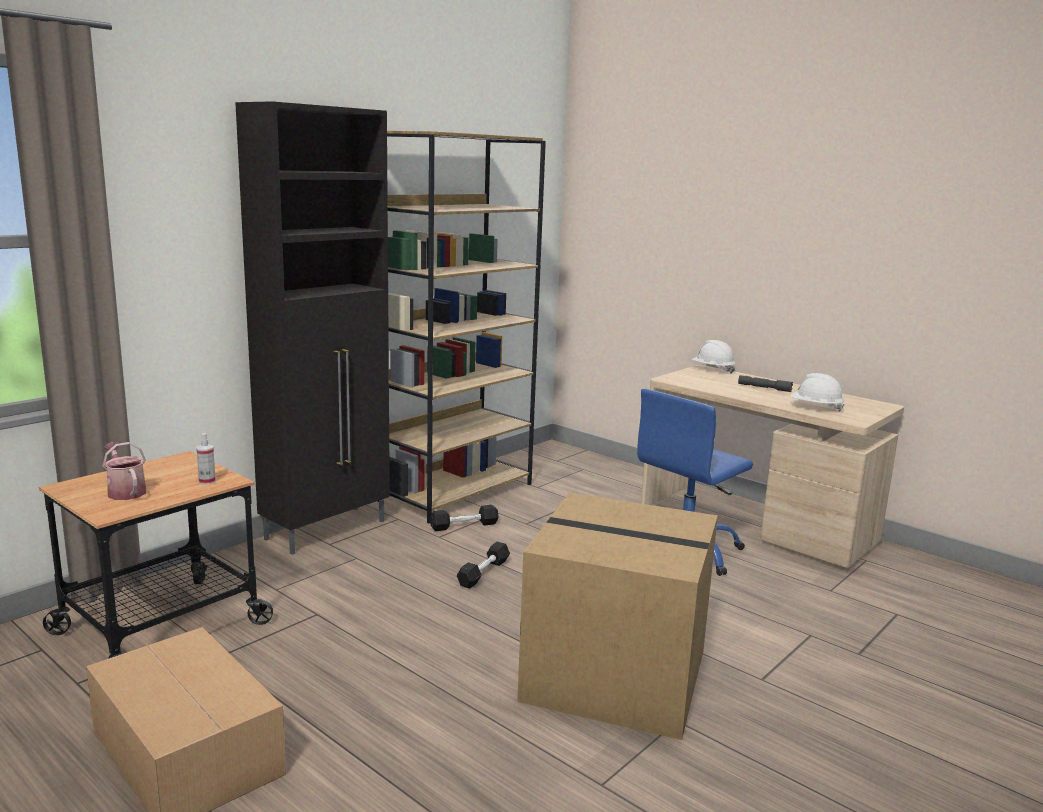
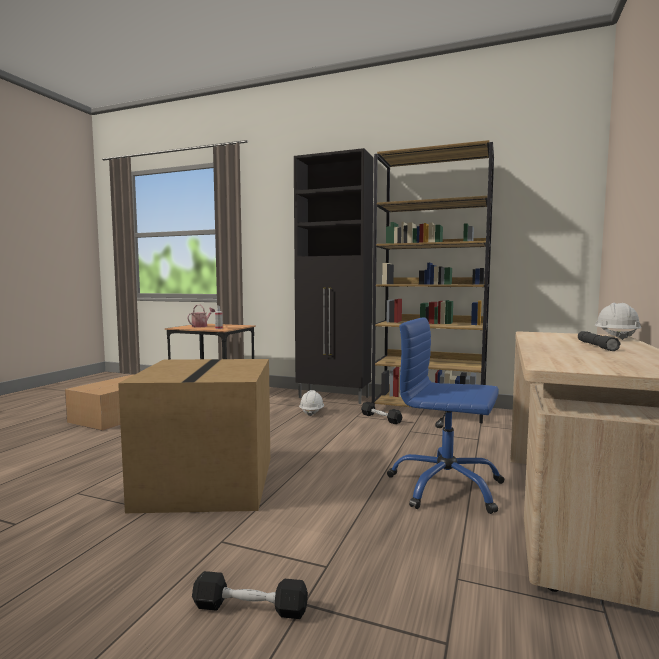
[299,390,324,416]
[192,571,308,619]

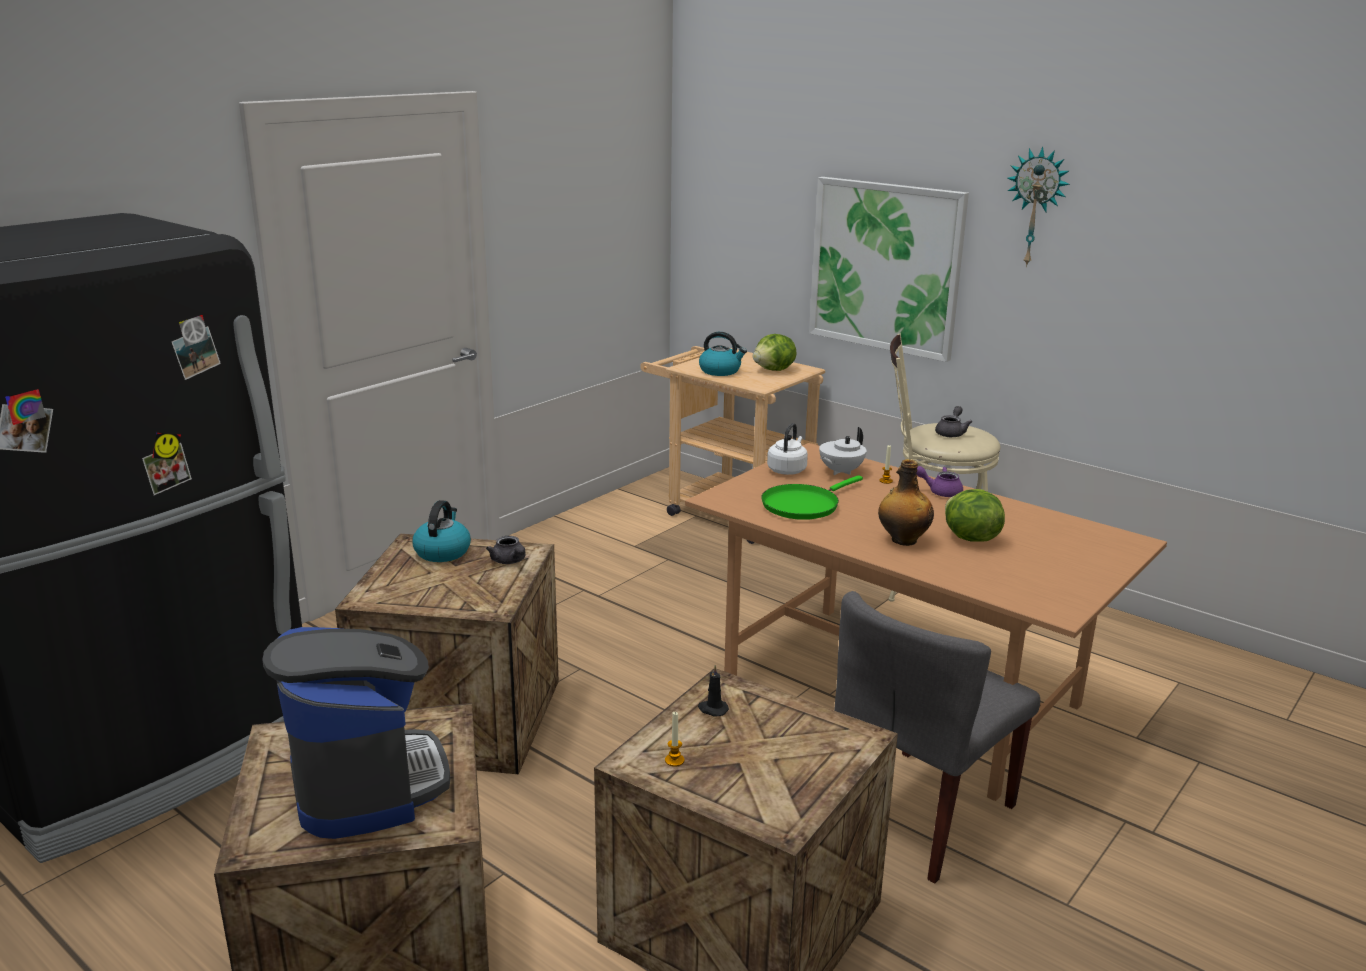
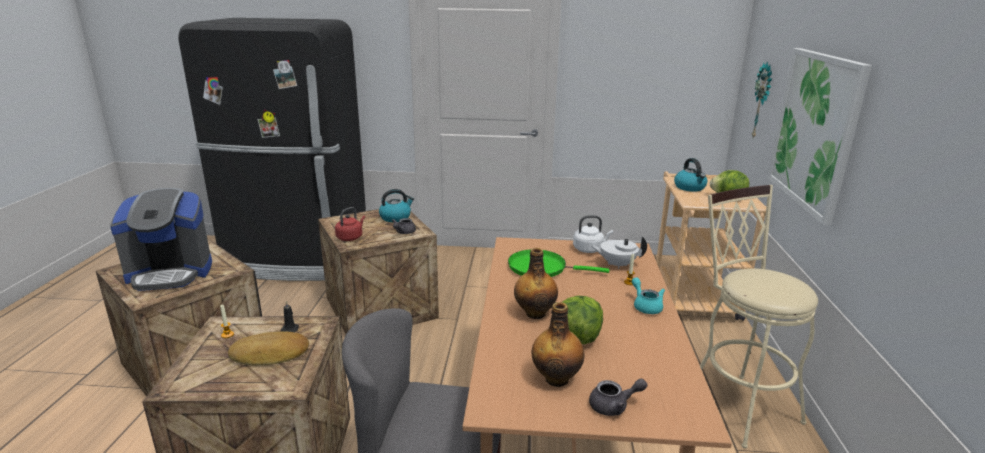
[751,62,772,138]
[589,379,647,416]
[632,277,665,314]
[110,188,212,291]
[335,207,365,241]
[532,302,585,387]
[228,332,309,365]

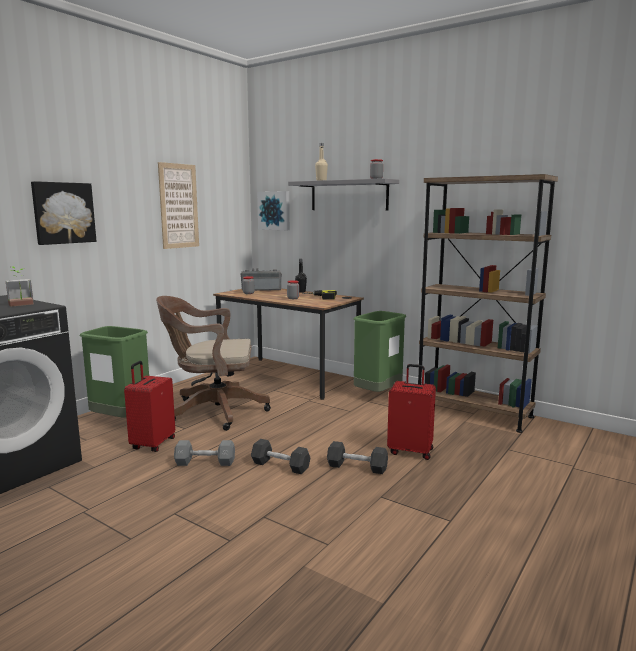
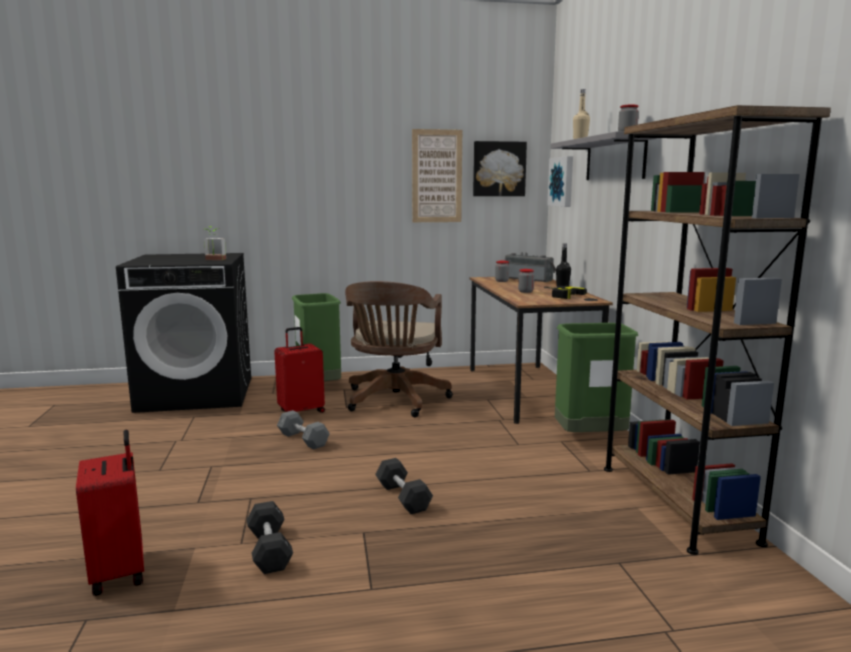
[473,141,527,196]
[345,281,453,417]
[76,430,144,596]
[247,501,293,574]

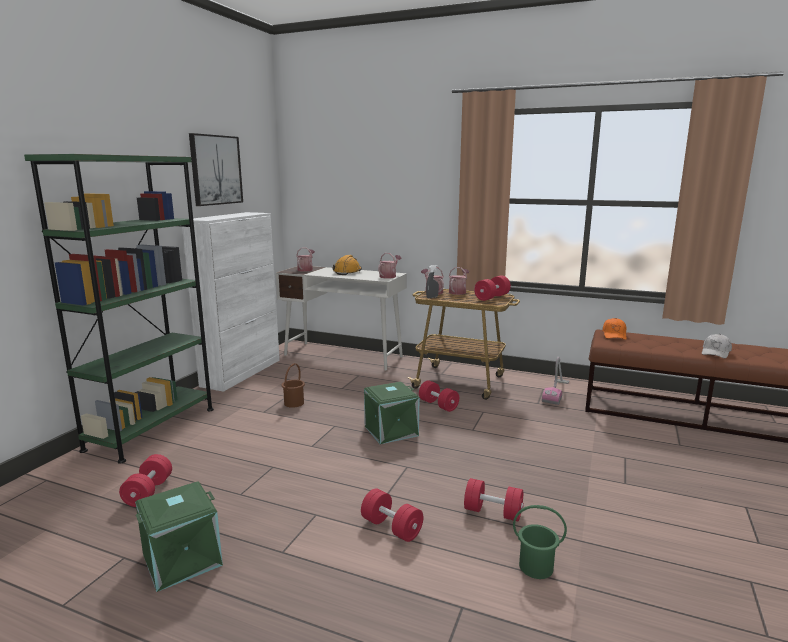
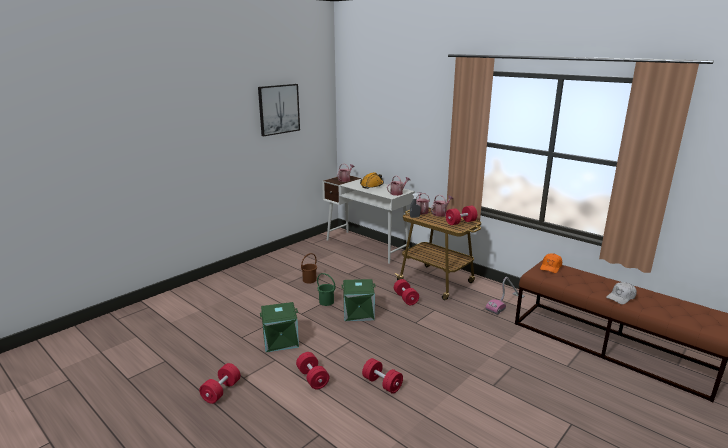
[24,154,214,464] (first image)
[182,212,280,392] (first image)
[199,363,241,404]
[260,302,299,352]
[317,273,336,306]

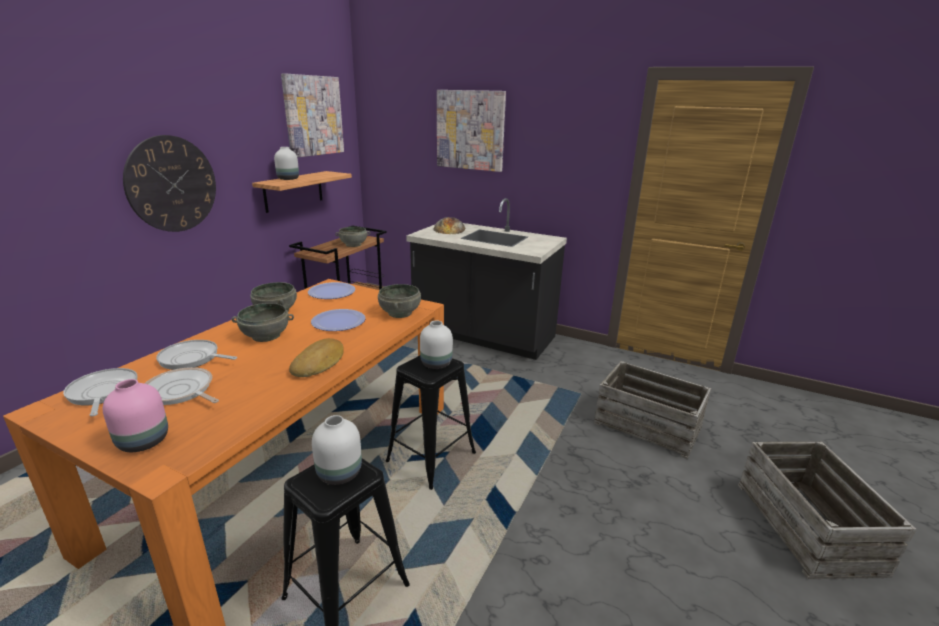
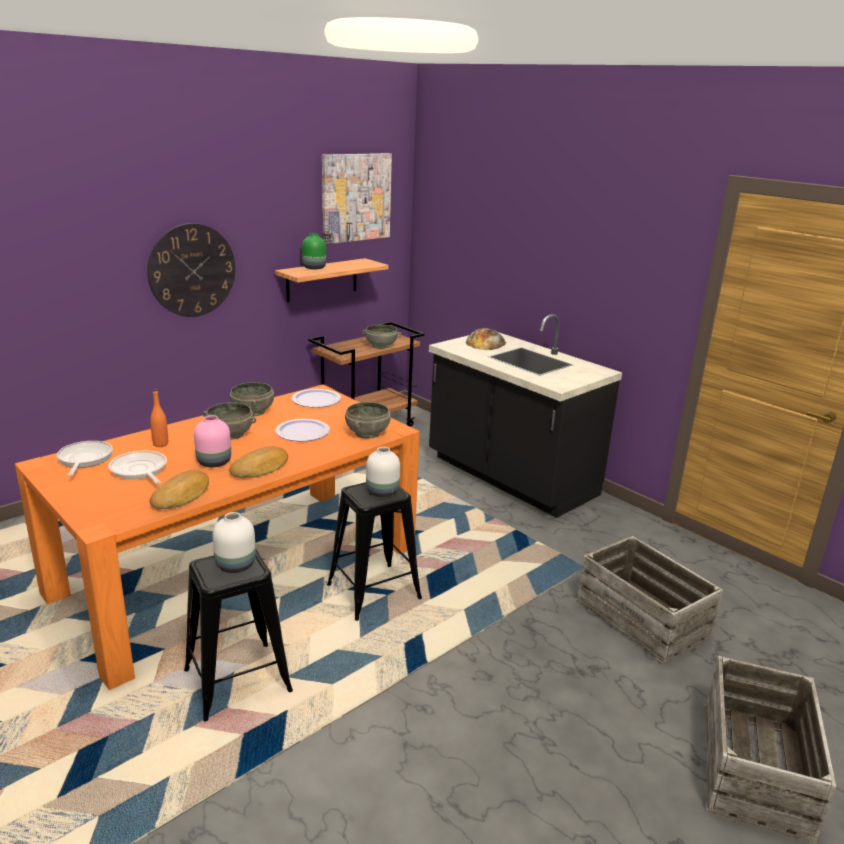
[437,90,506,172] (first image)
[302,233,326,269]
[150,389,168,447]
[194,415,231,467]
[150,470,209,509]

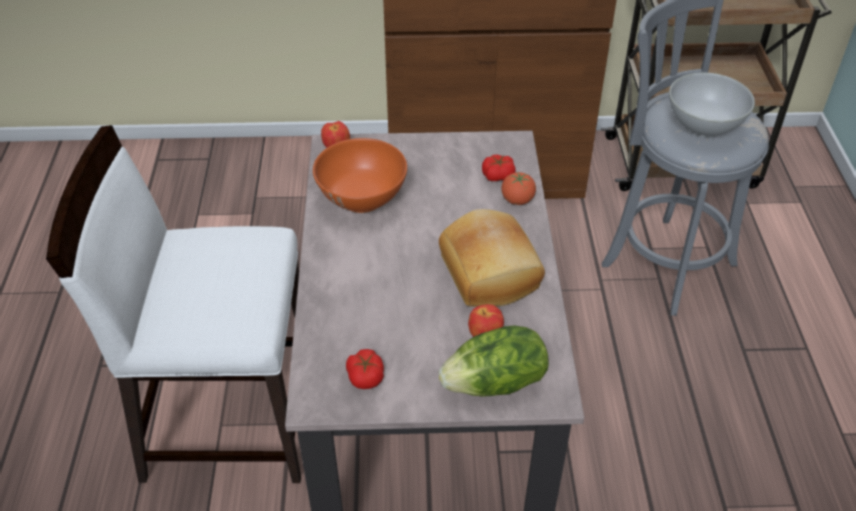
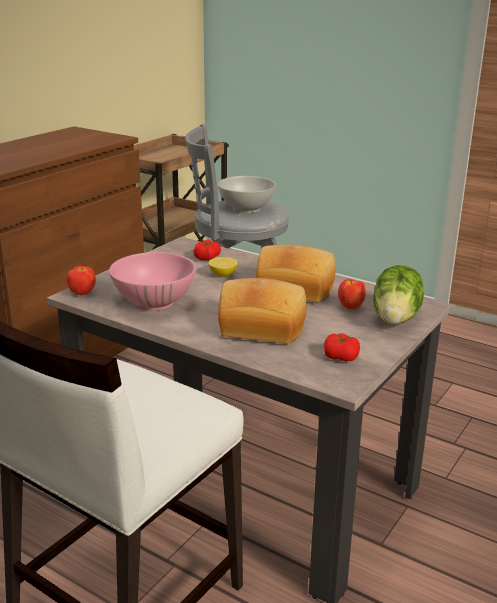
[109,252,196,311]
[501,172,536,205] (first image)
[208,257,238,277]
[218,278,306,344]

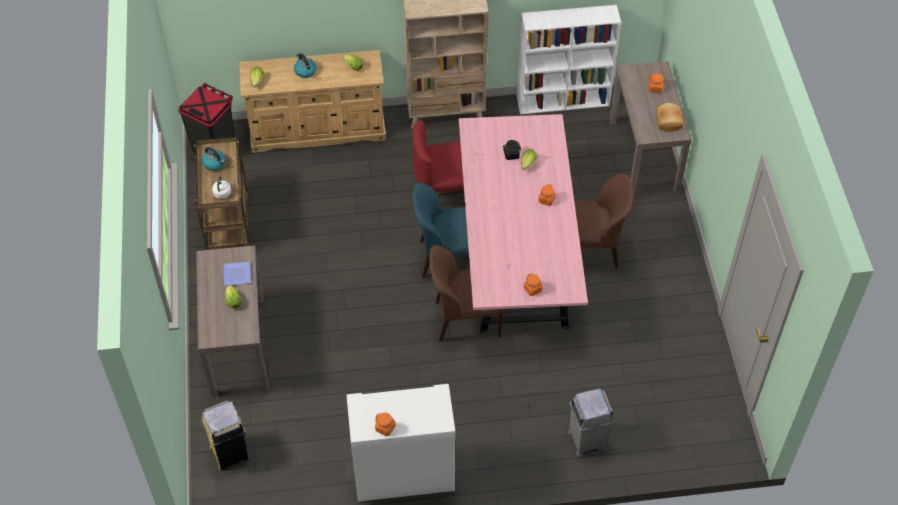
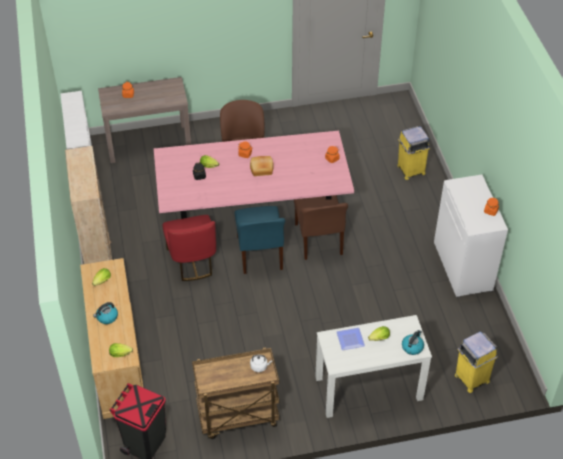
[250,156,274,176]
[402,330,424,355]
[315,315,432,418]
[397,126,430,180]

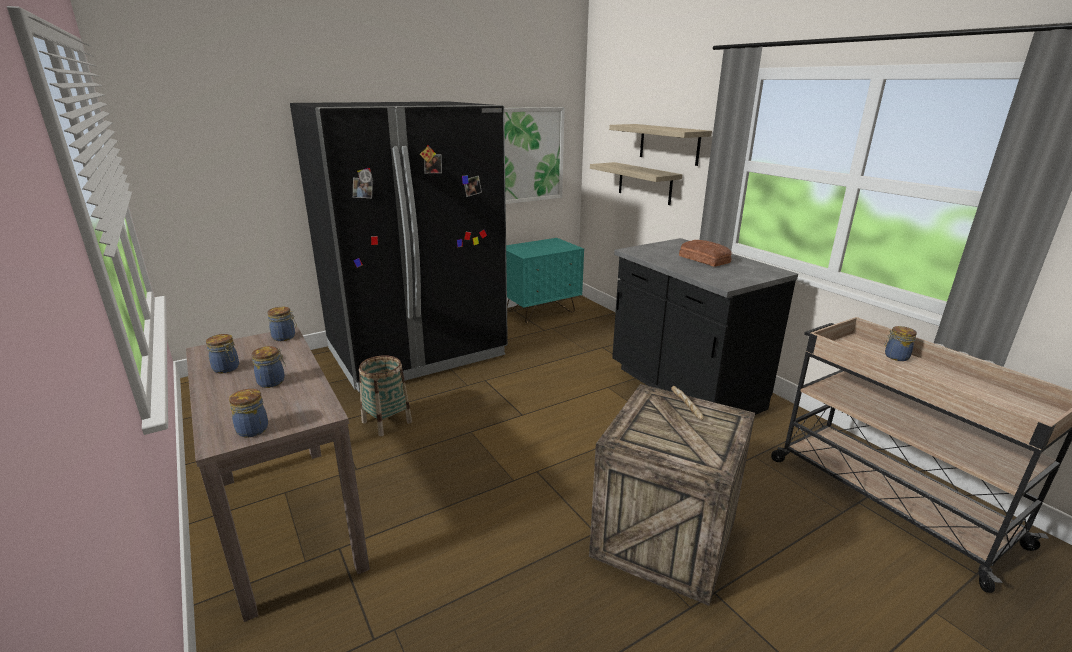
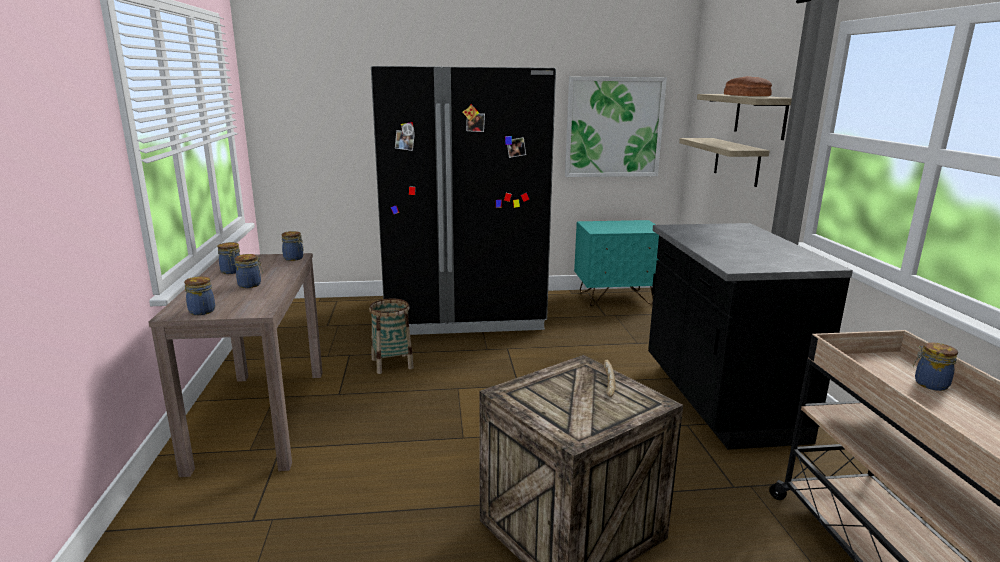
[724,76,772,96]

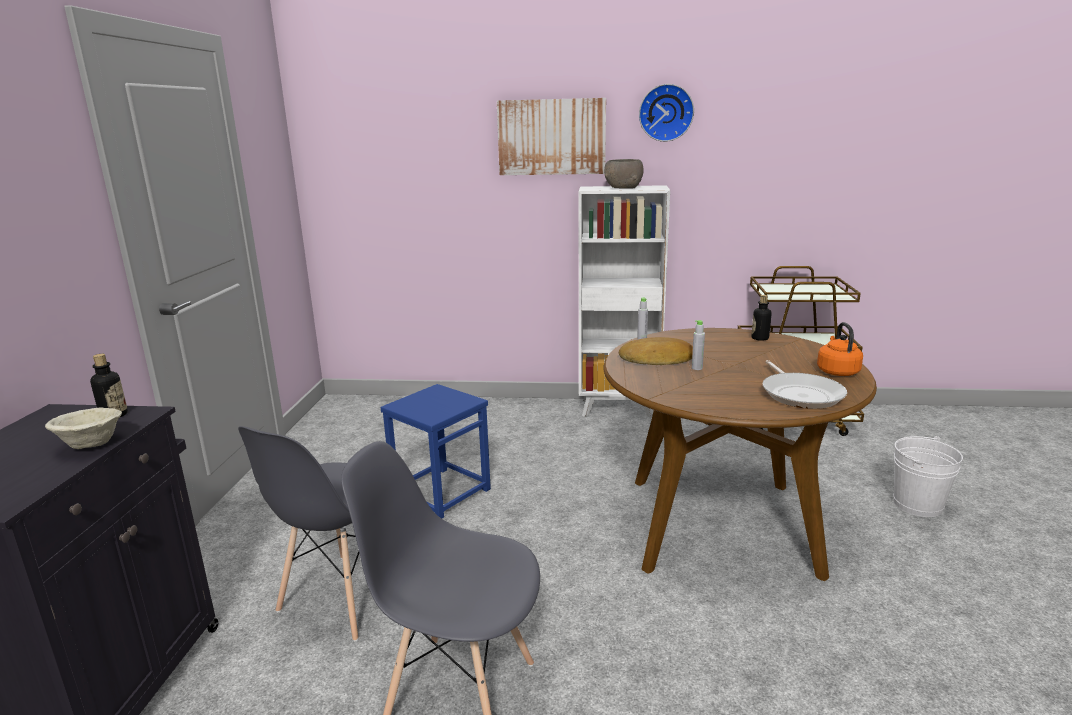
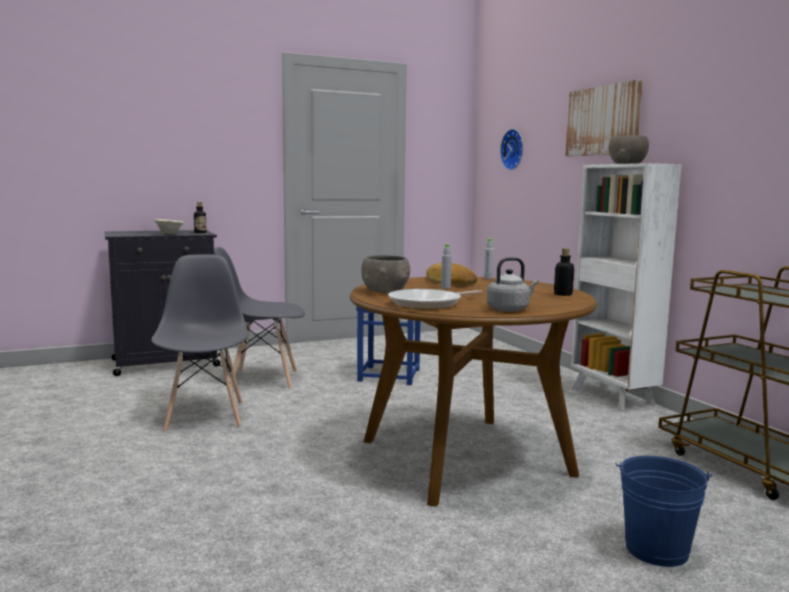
[500,129,523,170]
[487,257,539,312]
[616,456,712,567]
[361,255,410,293]

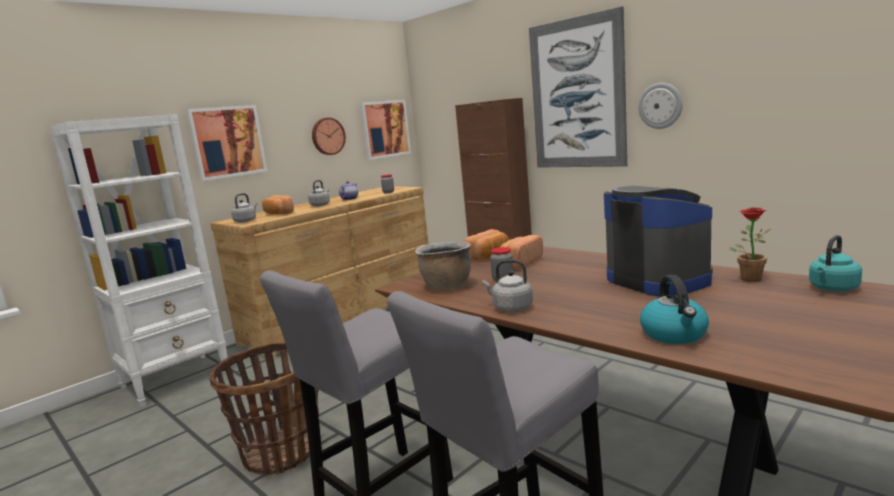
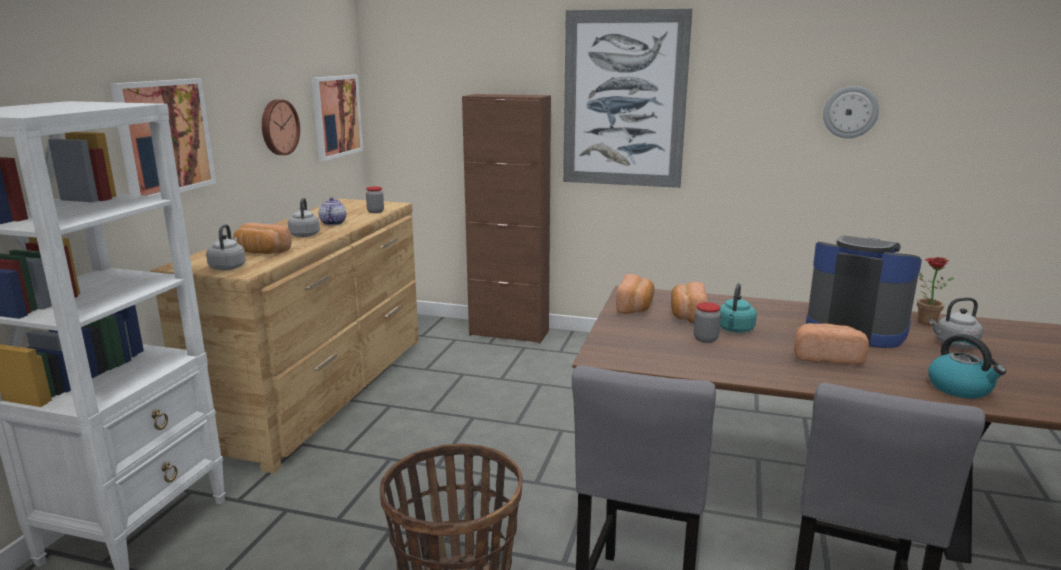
[823,86,879,138]
[719,283,757,333]
[415,241,471,290] (first image)
[929,298,983,348]
[794,323,869,365]

